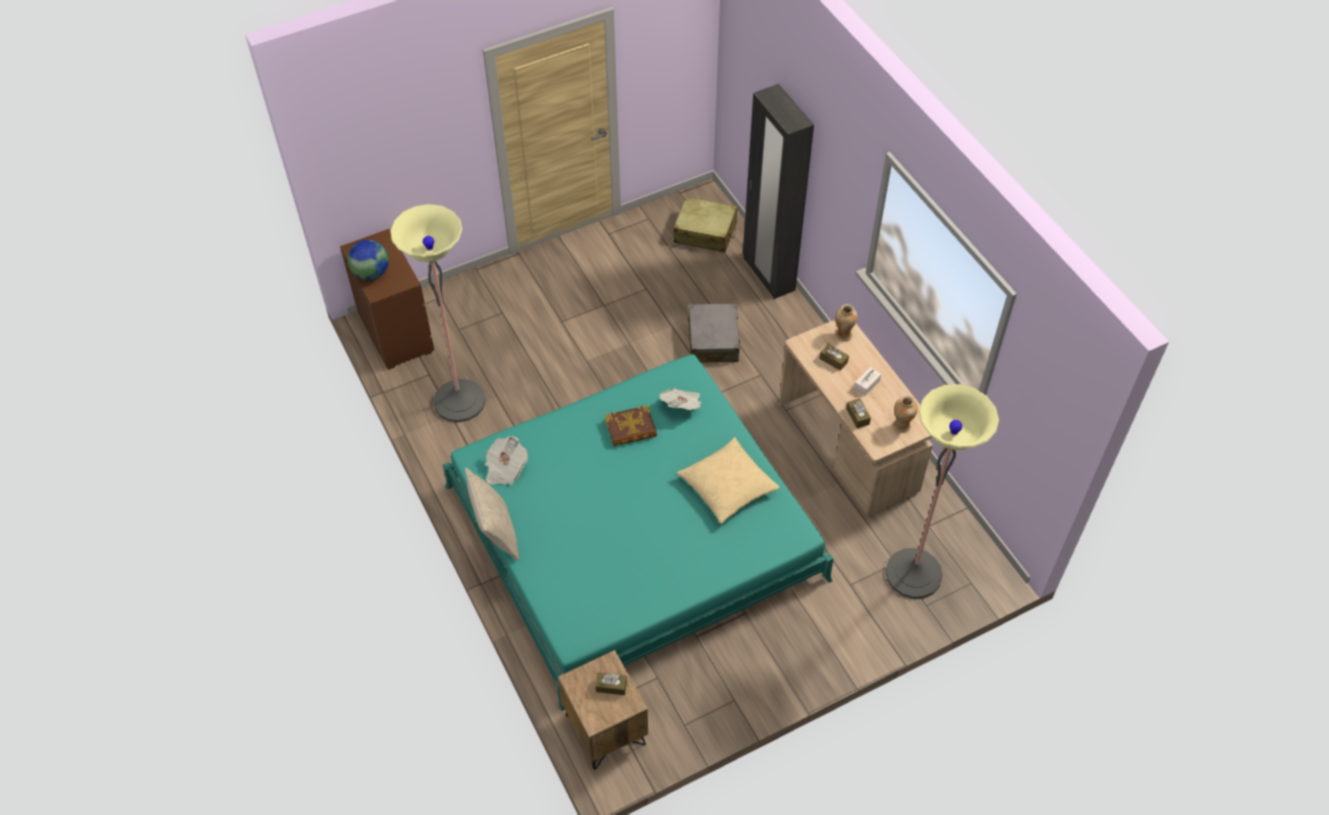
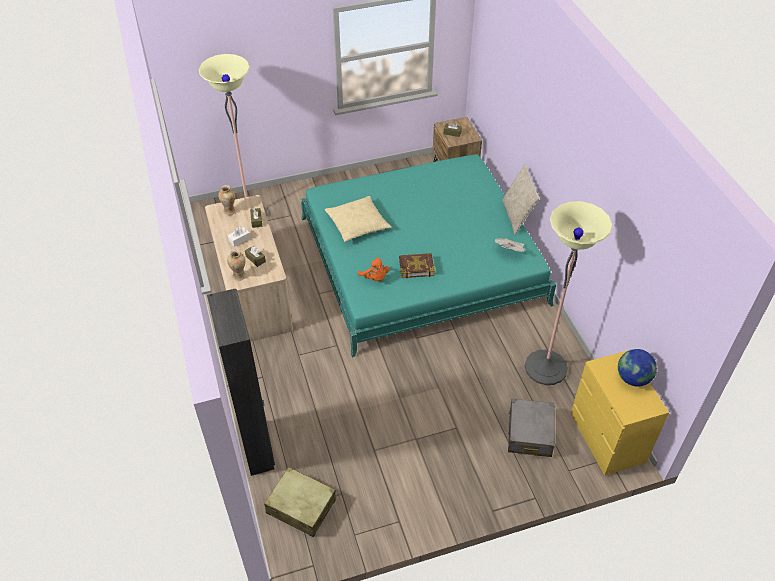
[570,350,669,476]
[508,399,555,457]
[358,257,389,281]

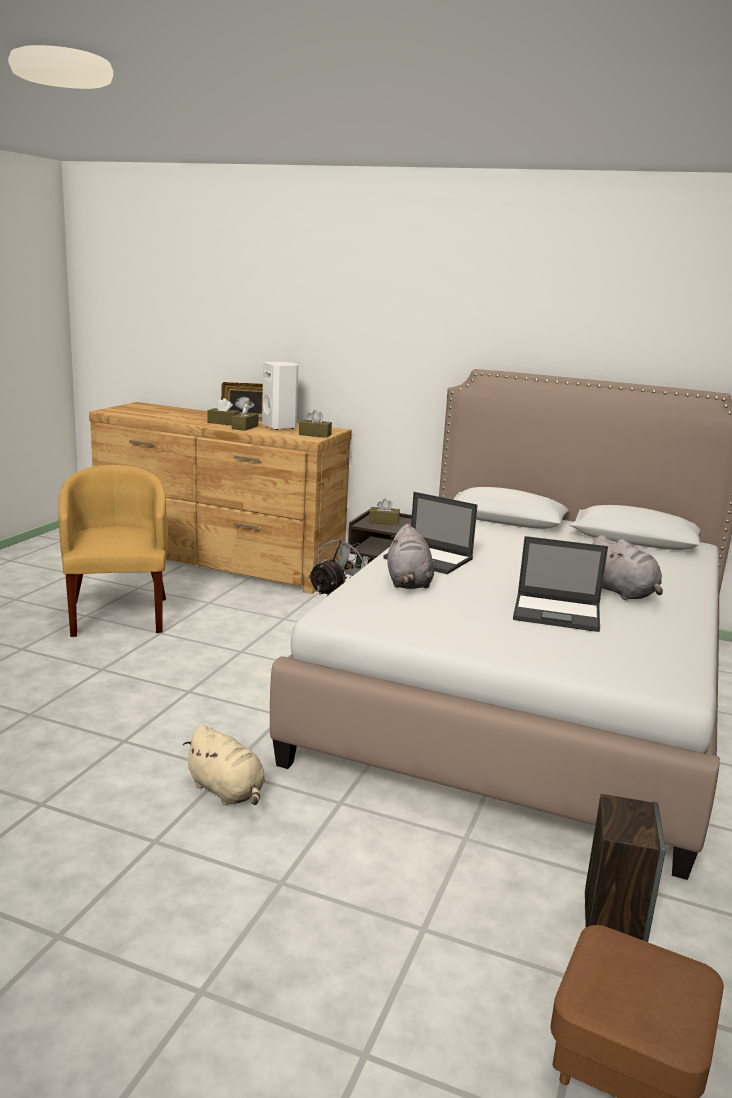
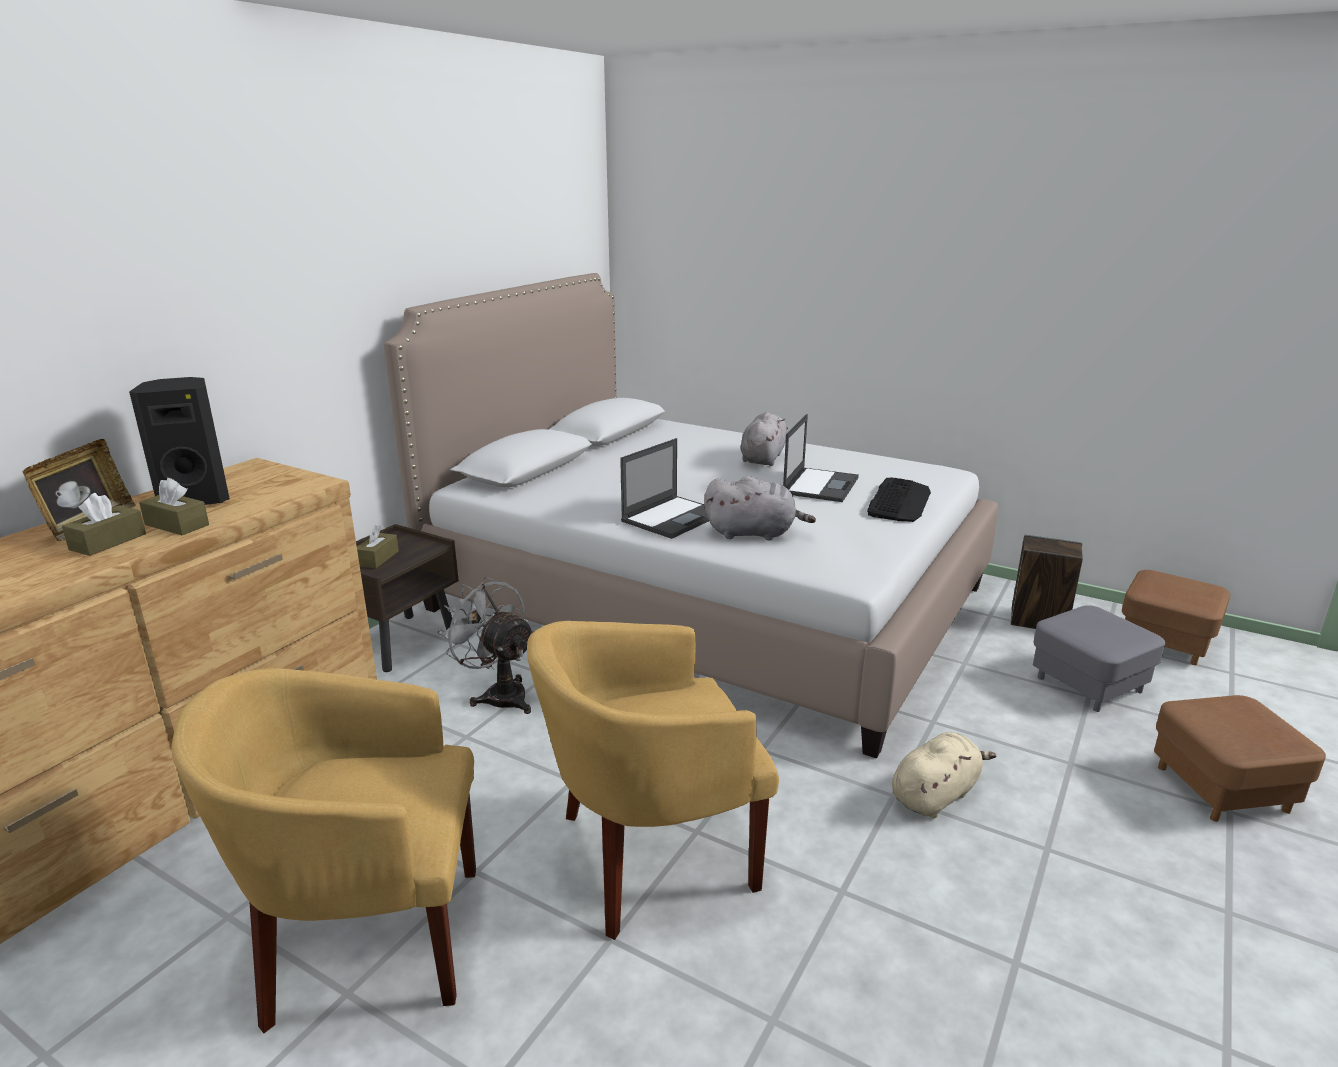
[129,377,230,505]
[299,410,332,438] (first image)
[740,412,788,466]
[867,478,931,522]
[1033,605,1165,712]
[527,621,779,940]
[1154,695,1326,822]

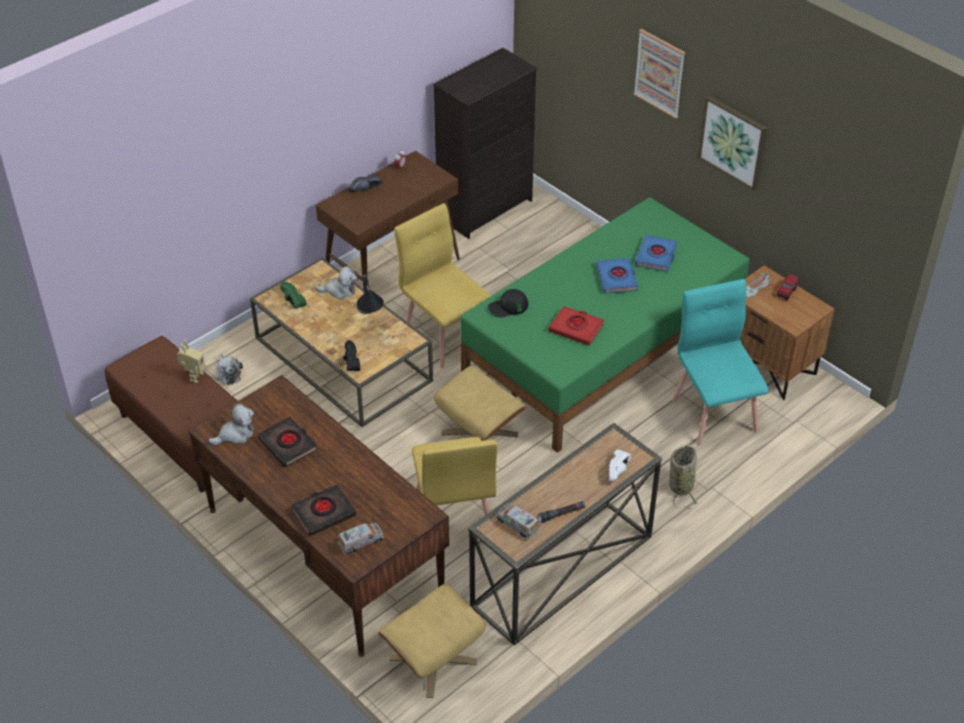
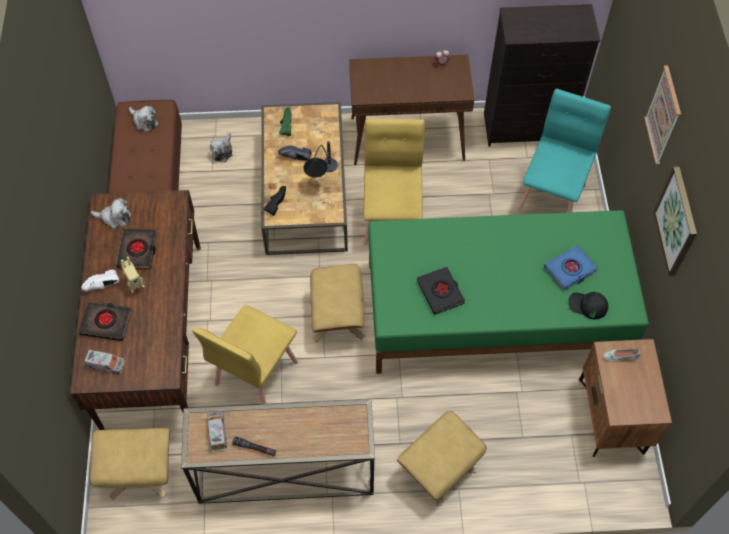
[278,145,311,161]
[596,258,638,294] (first image)
[129,106,159,131]
[777,274,800,301] (first image)
[517,89,611,212]
[568,292,608,319]
[417,267,465,315]
[121,257,145,293]
[397,411,487,506]
[81,269,120,291]

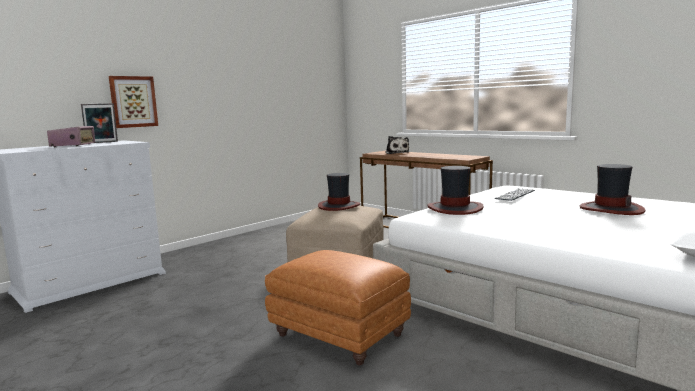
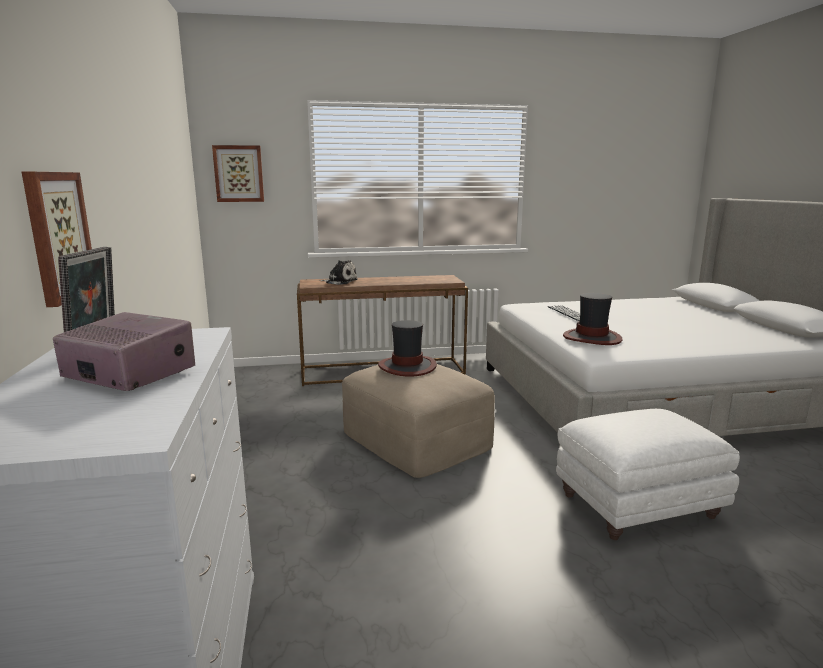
[580,164,645,215] (first image)
[556,409,740,540]
[212,145,264,202]

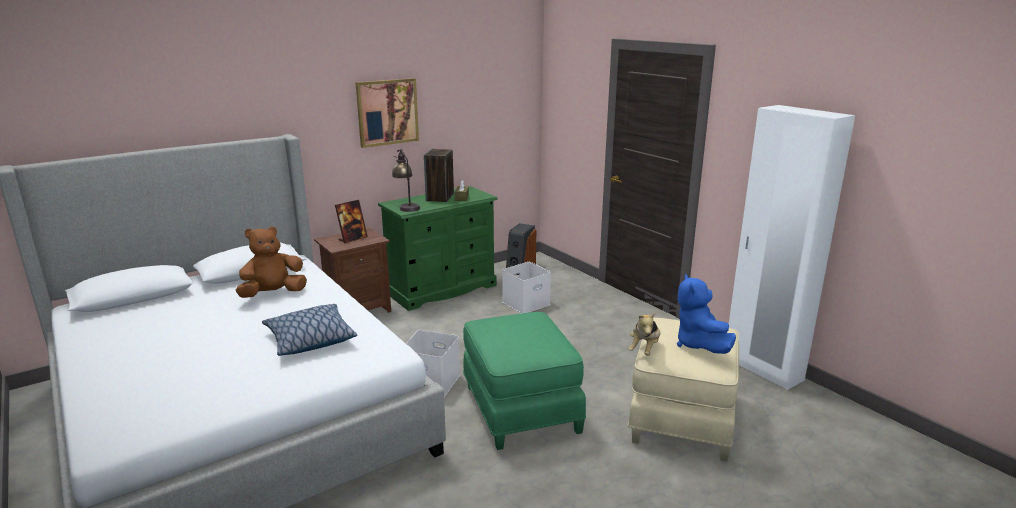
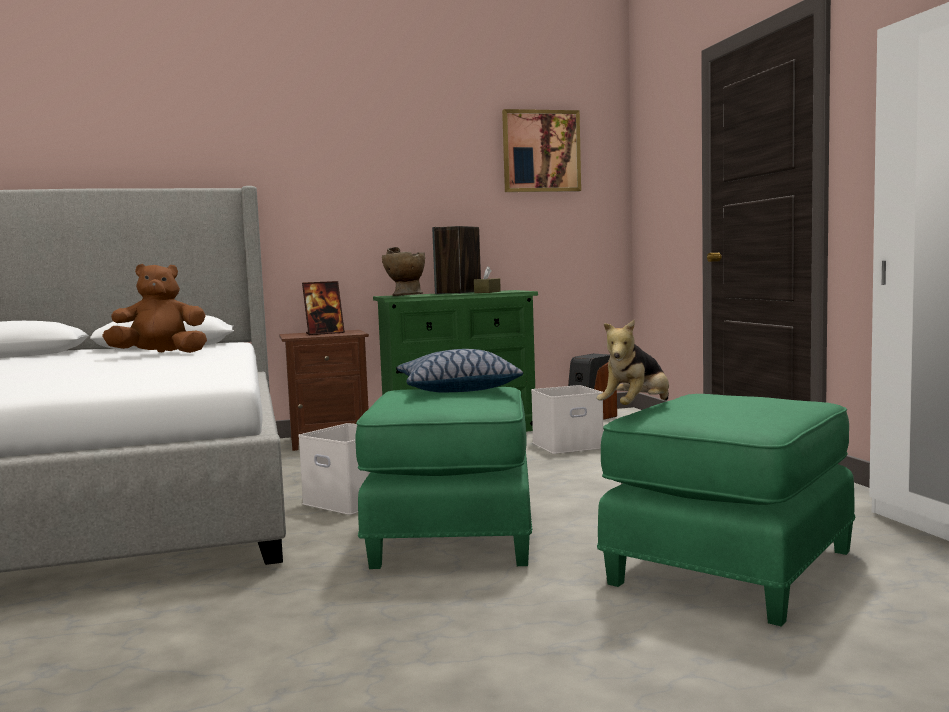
[502,109,581,192]
[382,247,425,296]
[677,274,736,354] (first image)
[397,349,523,393]
[597,394,855,627]

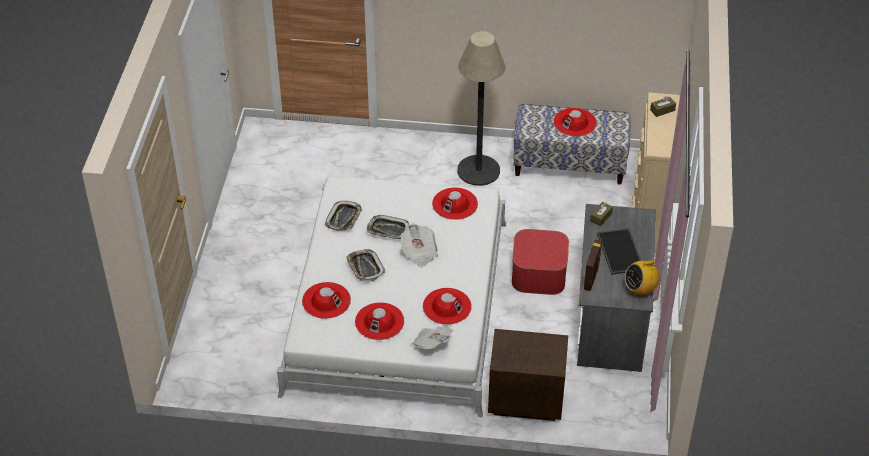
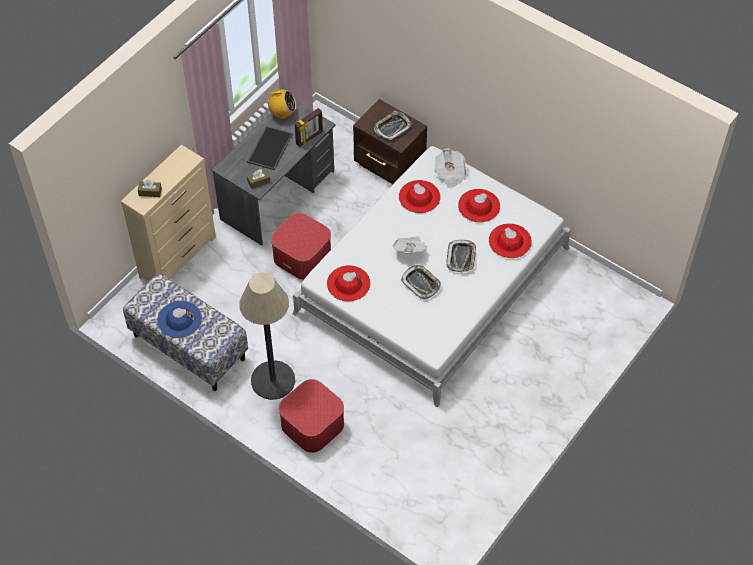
[157,301,202,338]
[374,111,412,140]
[279,379,344,453]

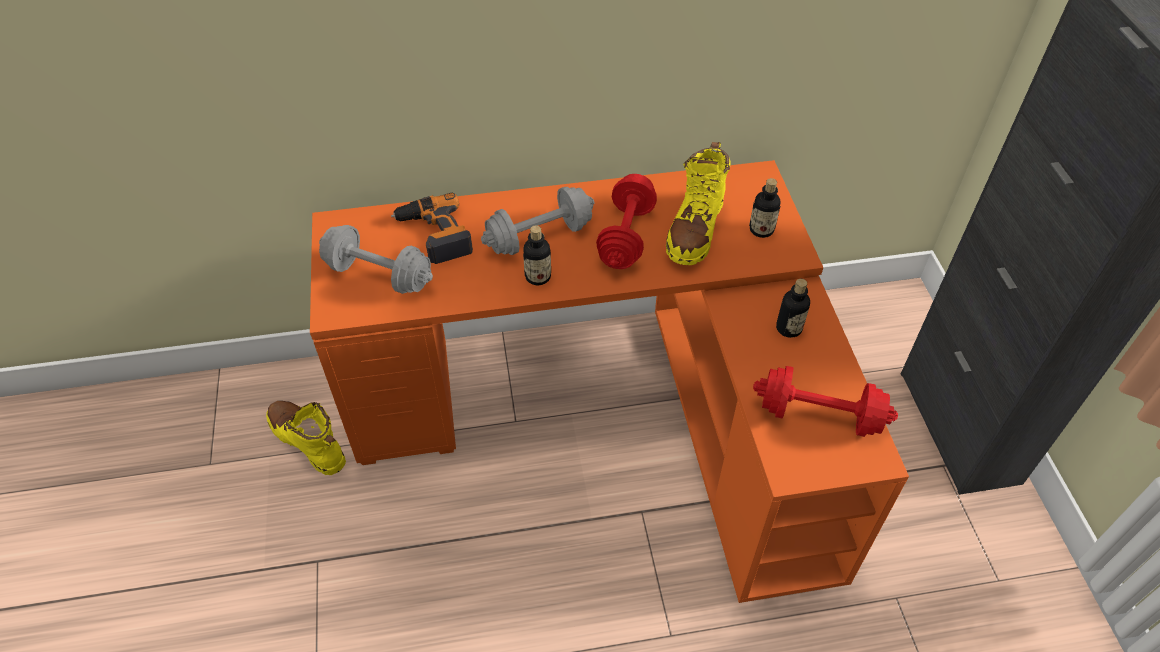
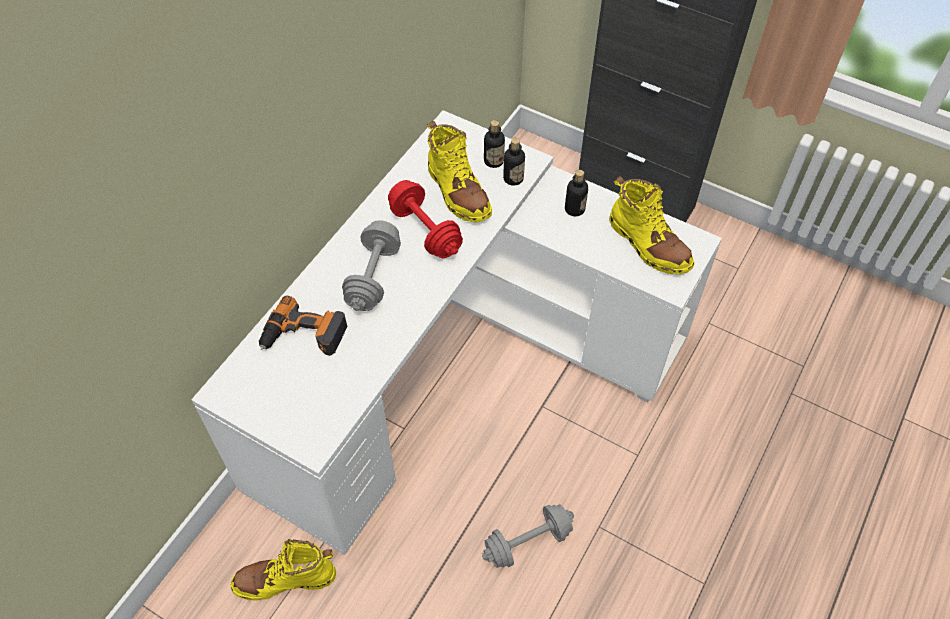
[191,110,722,555]
[482,505,574,568]
[503,138,525,186]
[609,176,694,274]

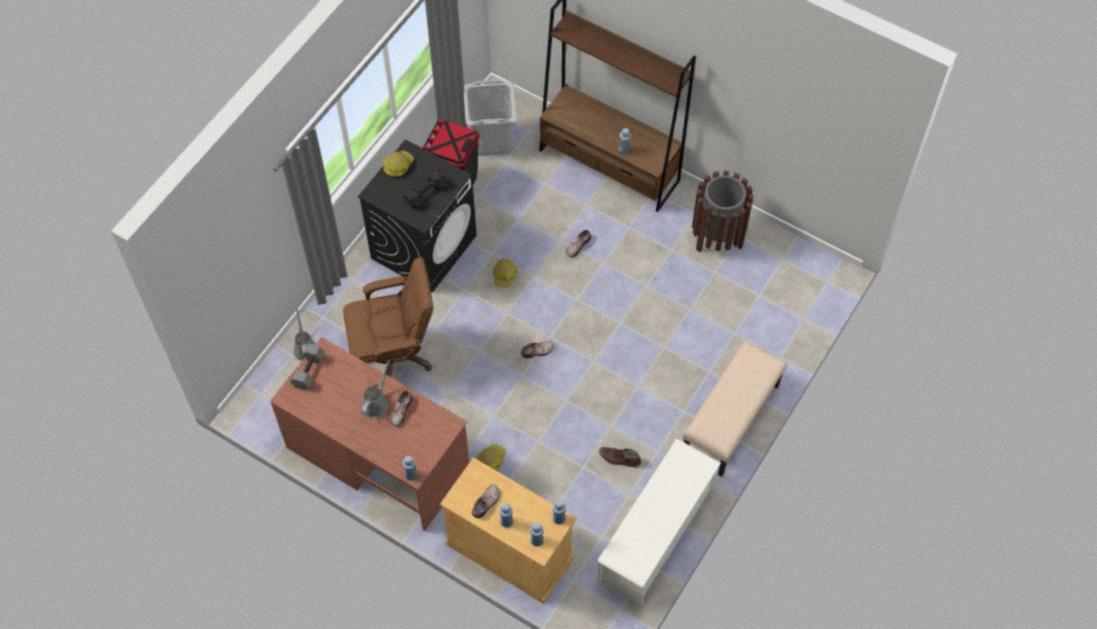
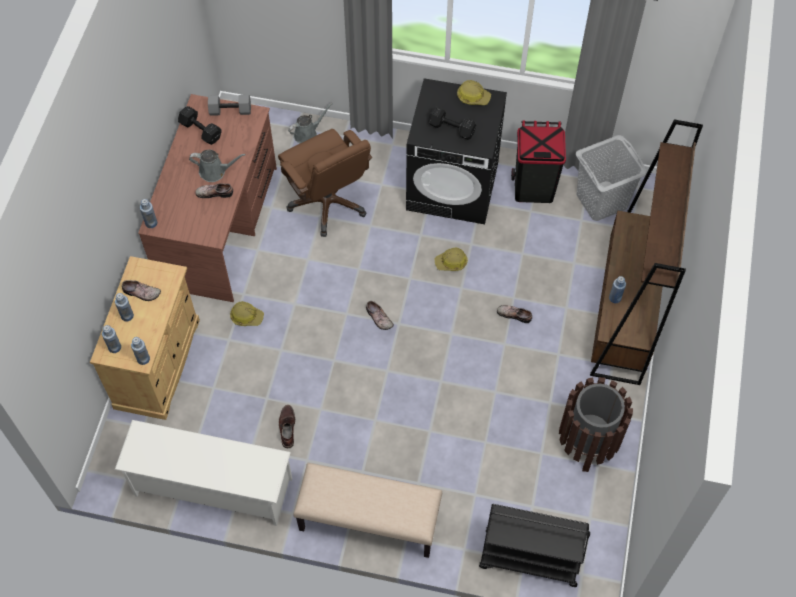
[178,106,221,145]
[479,504,590,587]

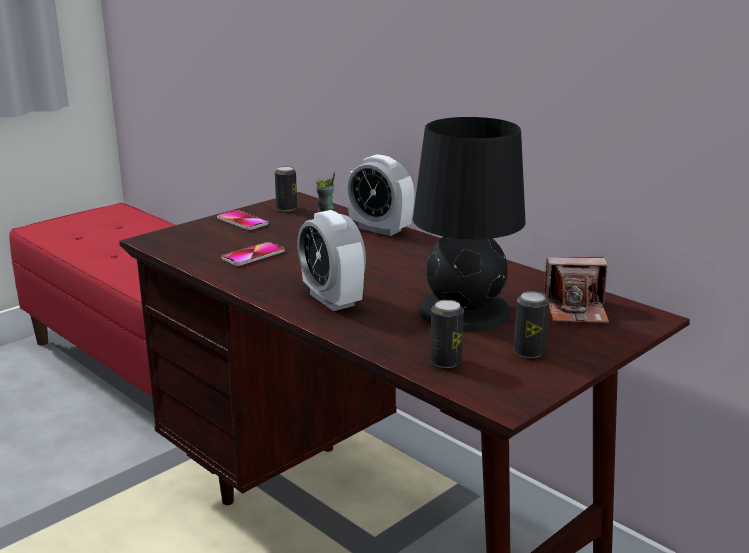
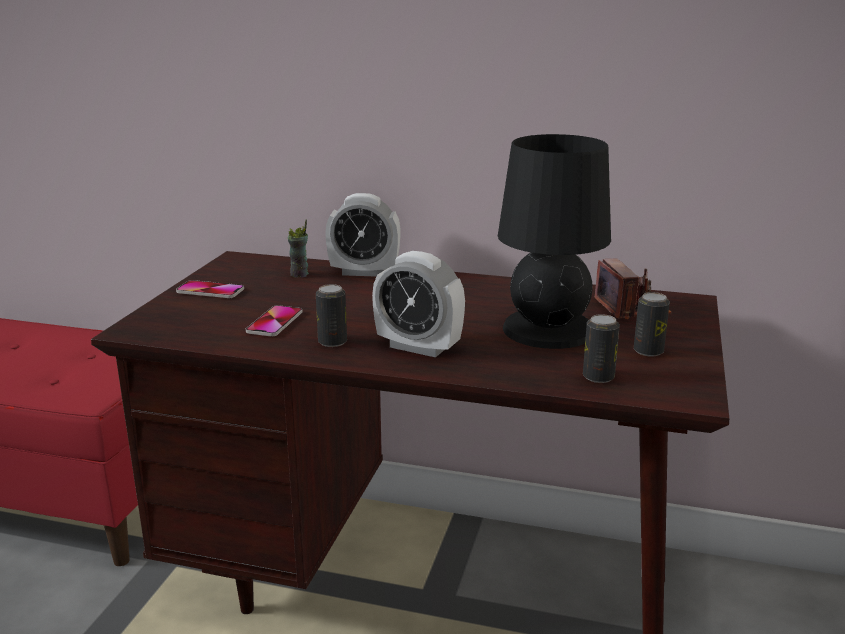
[316,284,347,347]
[595,258,672,319]

